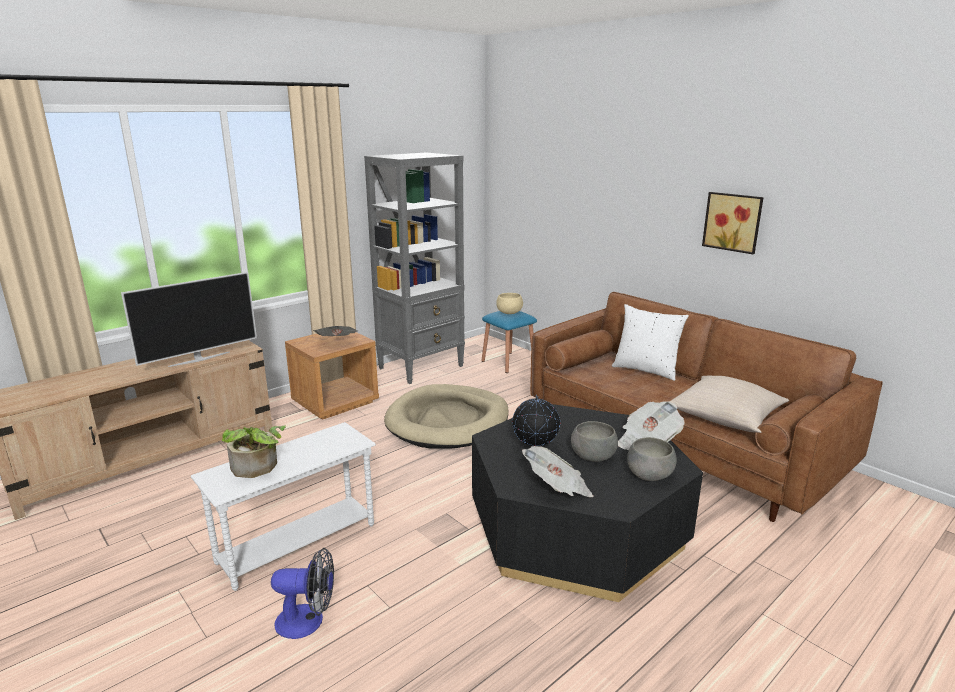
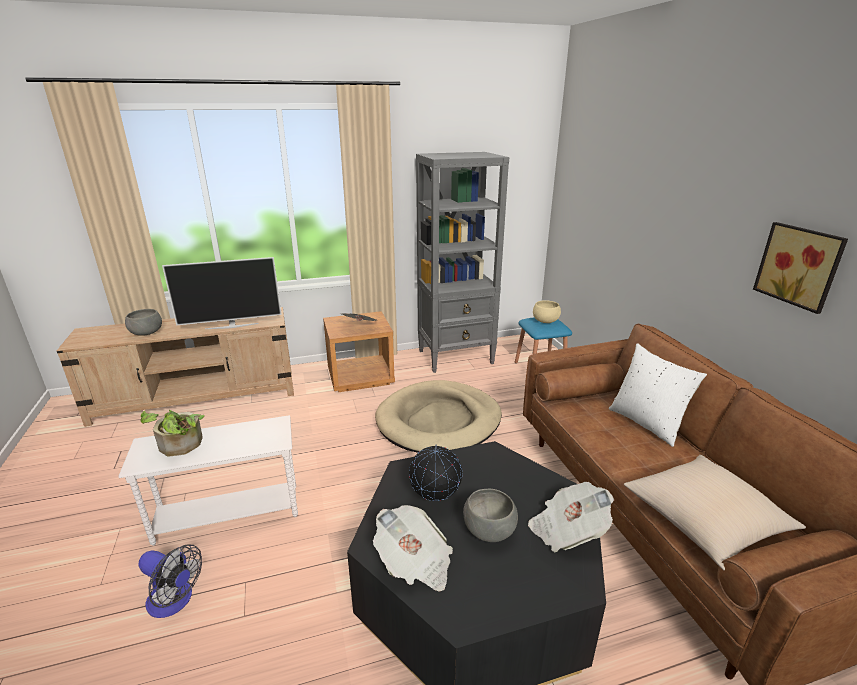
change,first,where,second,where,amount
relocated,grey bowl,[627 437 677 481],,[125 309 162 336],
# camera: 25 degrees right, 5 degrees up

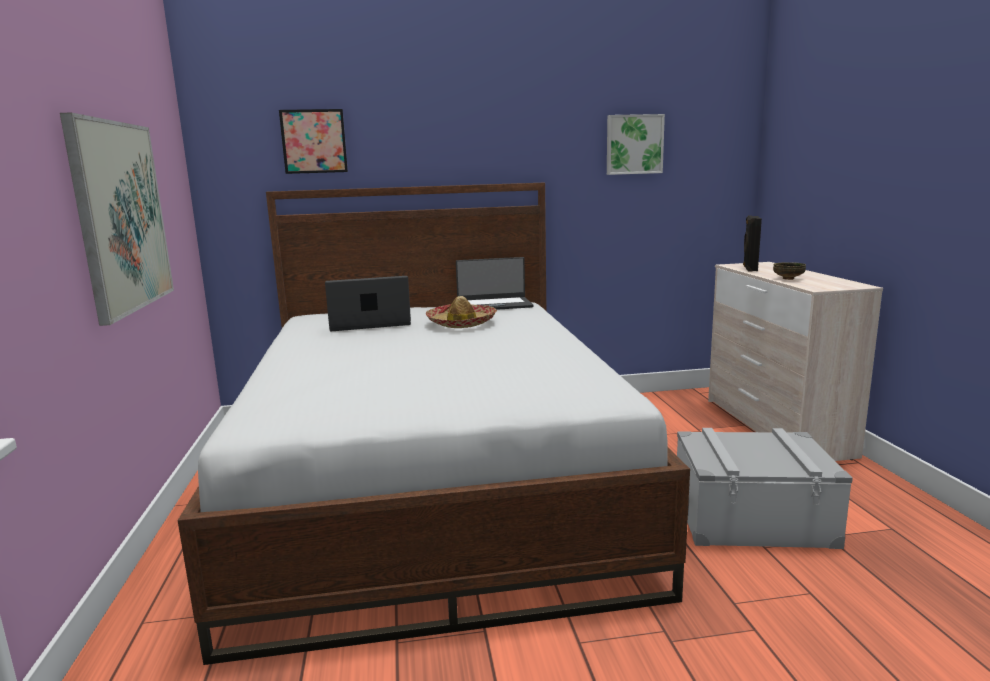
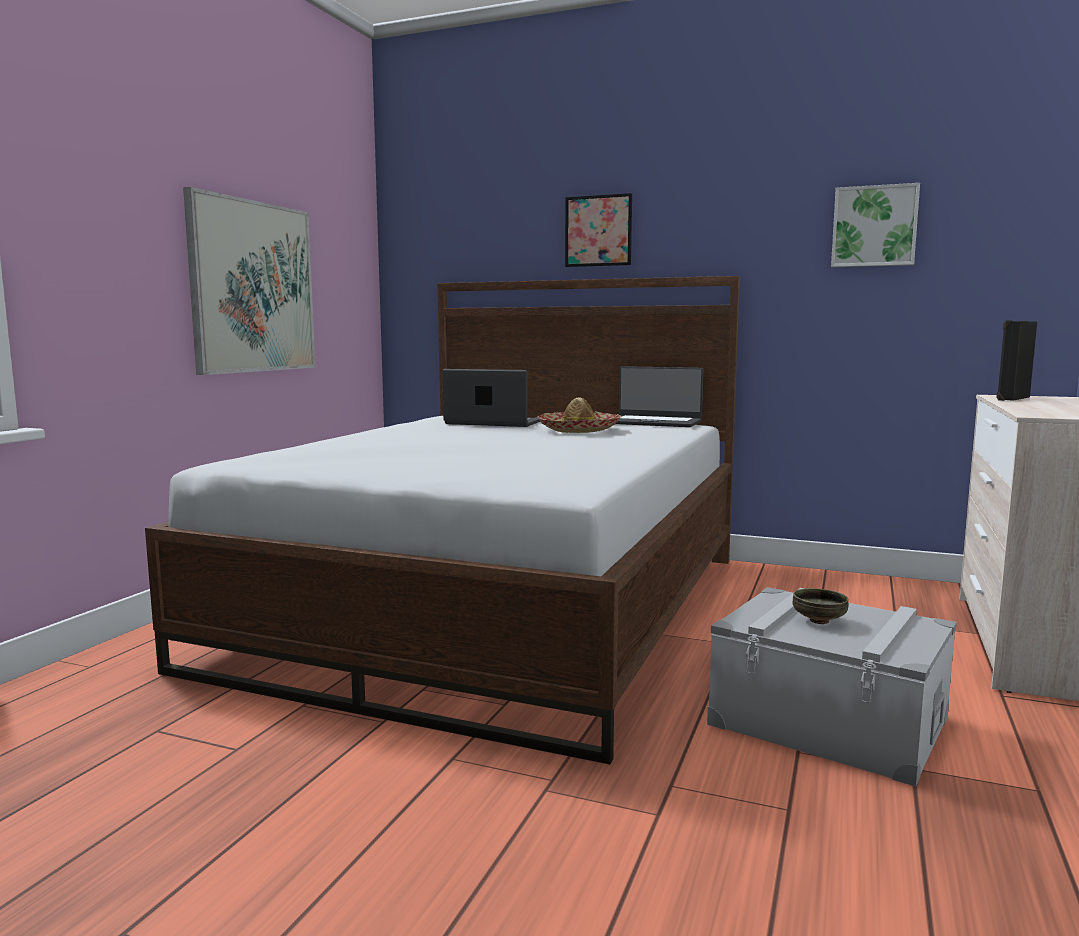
change,first,where,second,where,amount
relocated,picture,[279 109 348 174],,[565 193 632 267],
relocated,bowl,[773 262 806 280],,[793 588 849 624],
# camera: 30 degrees right, 5 degrees down

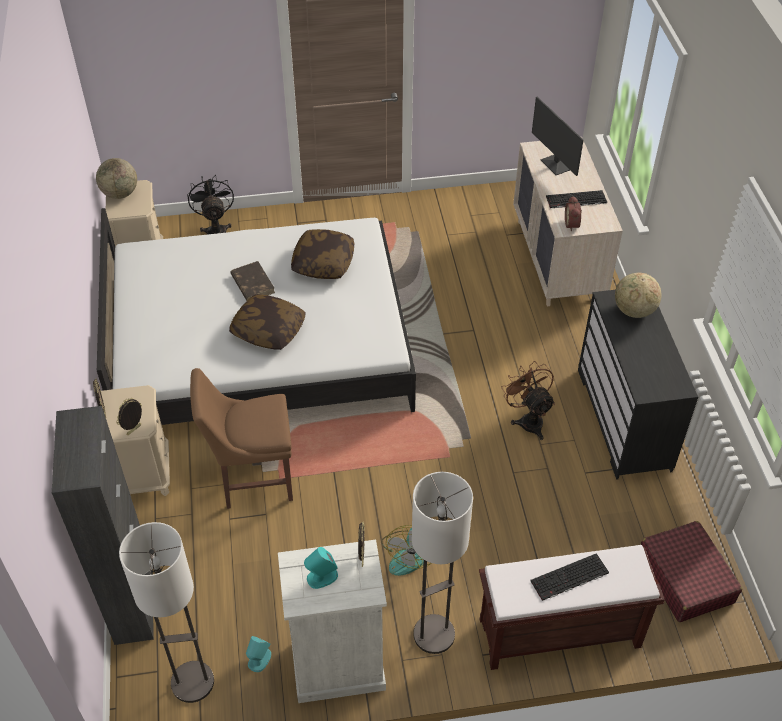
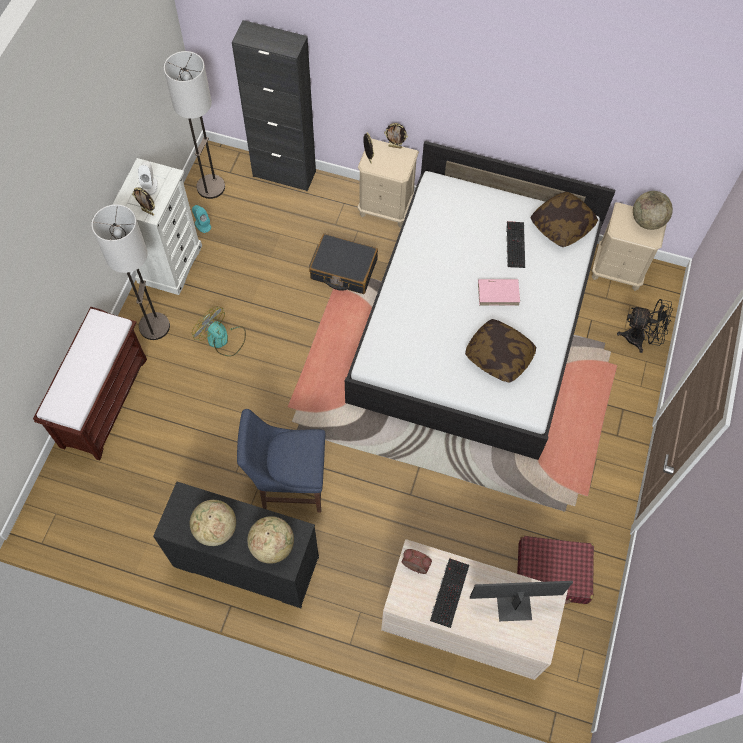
change,first,where,second,where,amount
colour,brown book,[230 261 275 301],pink book,[478 279 520 305],
relocated,pillow,[229 294 305 350],,[530 192 598 247],
exchanged,brown fan,[501 361 555 440],blue chair,[237 409 326 512],
exchanged,brown chair,[190 368 293 509],black suitcase,[309 234 378 294],
relocated,red suitcase,[641 521 742 622],,[517 536 594 604],
colour,turquoise speaker,[304 547 338 589],white speaker,[138 161 158 195],
relocated,keyboard,[530 553 609 601],,[506 221 525 268],
appeared,,,globe,[190 500 236 546],
# camera: 115 degrees right, 15 degrees up

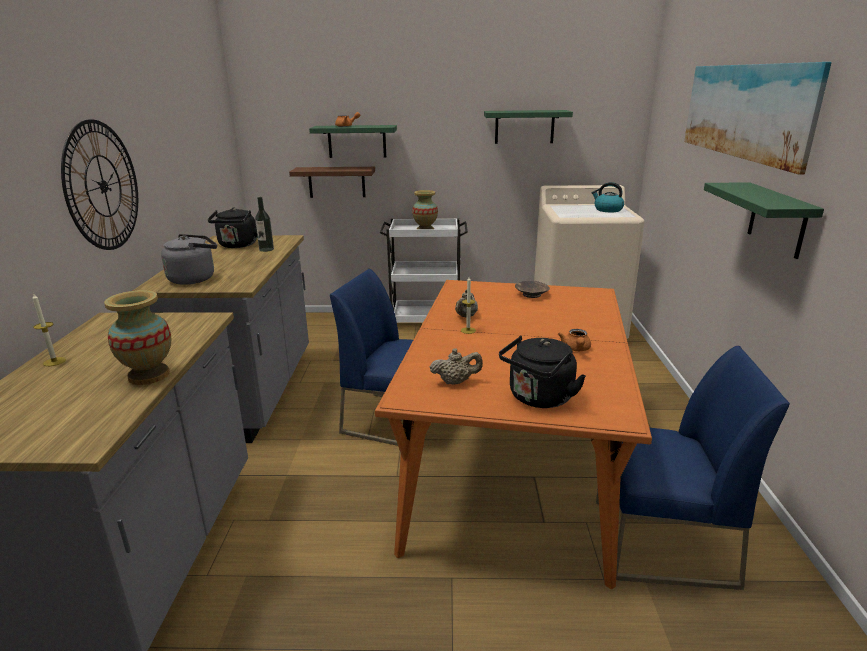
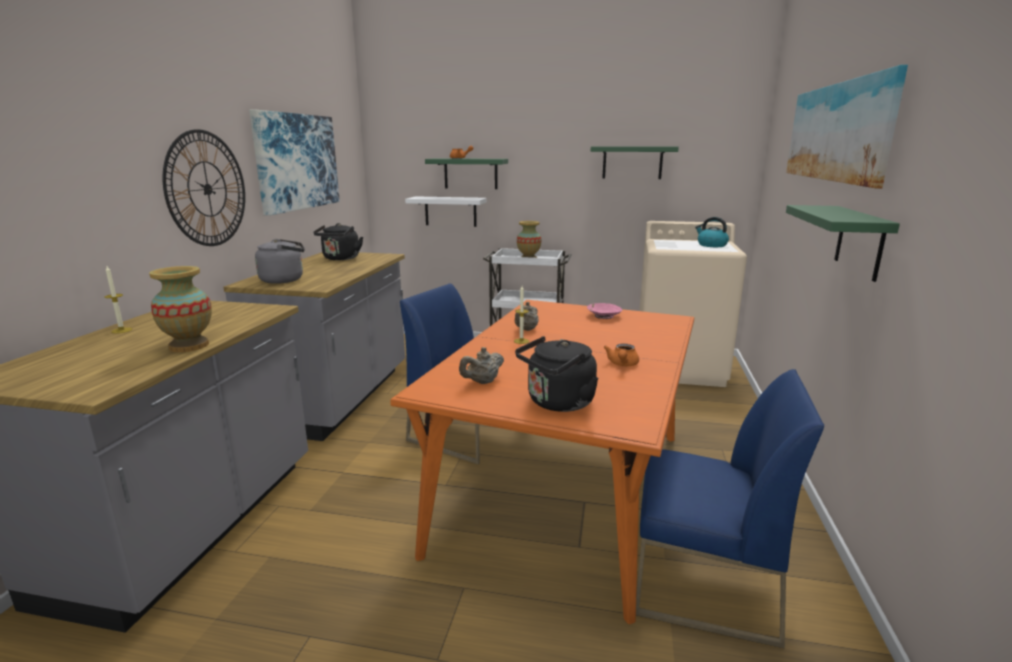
change,first,where,second,where,amount
colour,brown shelf,[289 167 375 198],white shelf,[405 196 487 227],
missing,bottle,[255 197 274 252],,,
colour,brown bowl,[515 281 550 298],pink bowl,[587 303 622 319],
spun,beige teapot,[430 348 483 385],,[459 347 504 384],135 degrees clockwise
appeared,,,picture,[249 110 340 216],
# camera: 10 degrees right, 5 degrees down

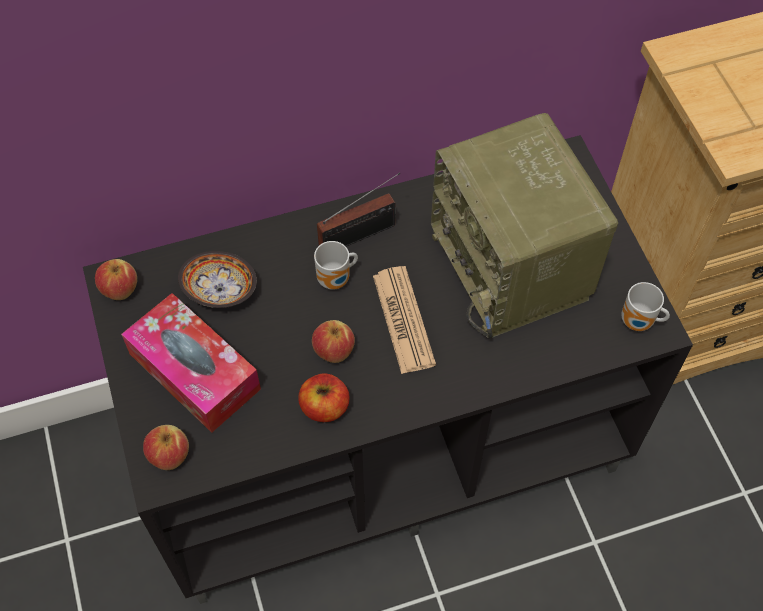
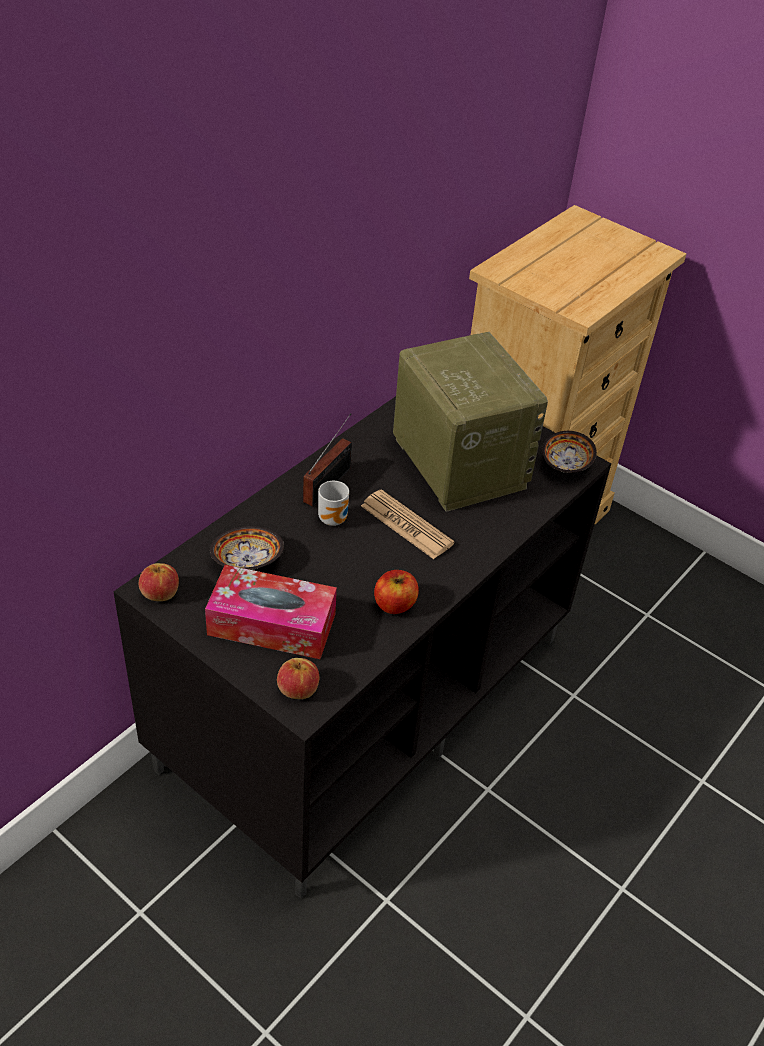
change,first,where,second,where,amount
spun,radio,[431 113 618 339],,[393 332 548 512],150 degrees counterclockwise
exchanged,mug,[621 282 670 331],bowl,[542 431 597 473],
missing,apple,[312 320 355 363],,,
# camera: 35 degrees left, 15 degrees down

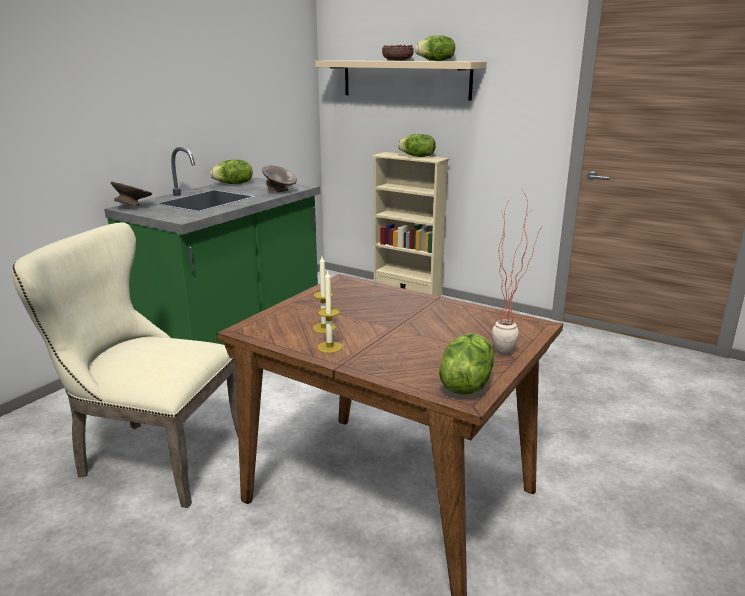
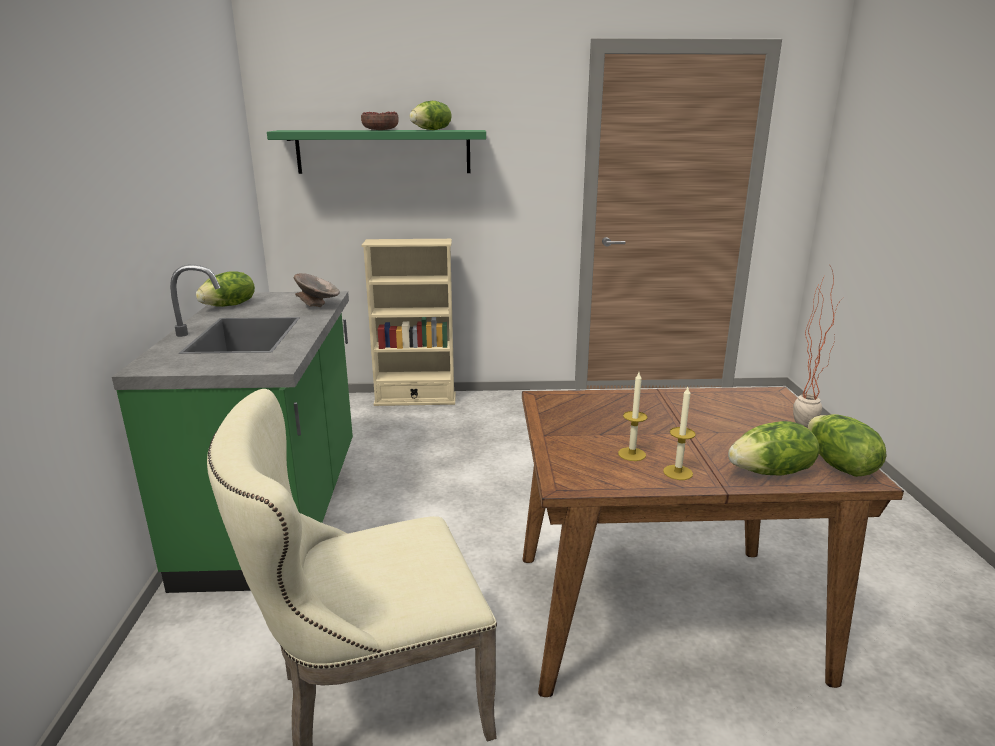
change,first,where,second,where,amount
colour,beige shelf,[315 60 487 100],green shelf,[267 130 486 174],
relocated,lettuce,[398 134 436 157],,[728 421 819 476],
missing,grey bowl,[111 181 152 207],,,
# camera: 35 degrees left, 0 degrees up

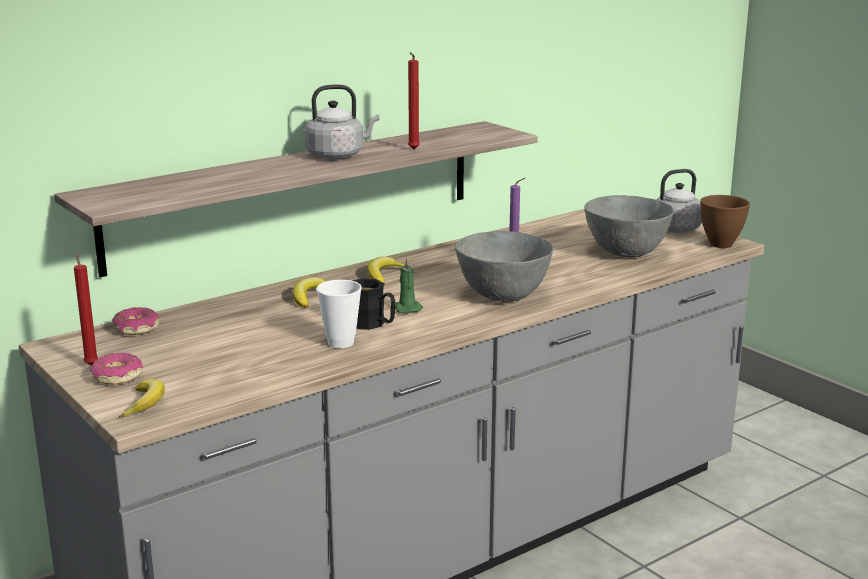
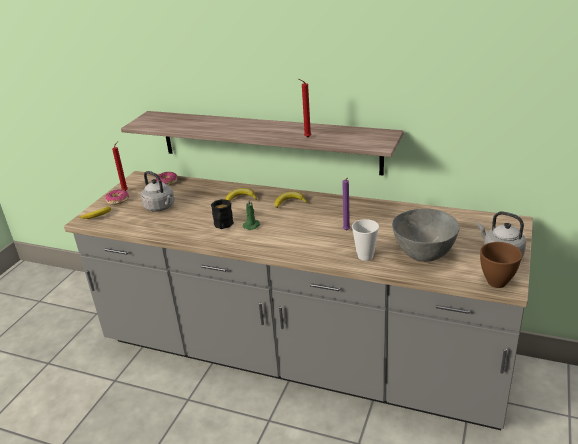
change,first,where,second,where,amount
relocated,grey kettle,[305 85 380 159],,[141 171 174 212],
missing,grey bowl,[455 231 553 302],,,
relocated,cup,[316 280 362 348],,[352 219 379 261],
# camera: 60 degrees right, 10 degrees up

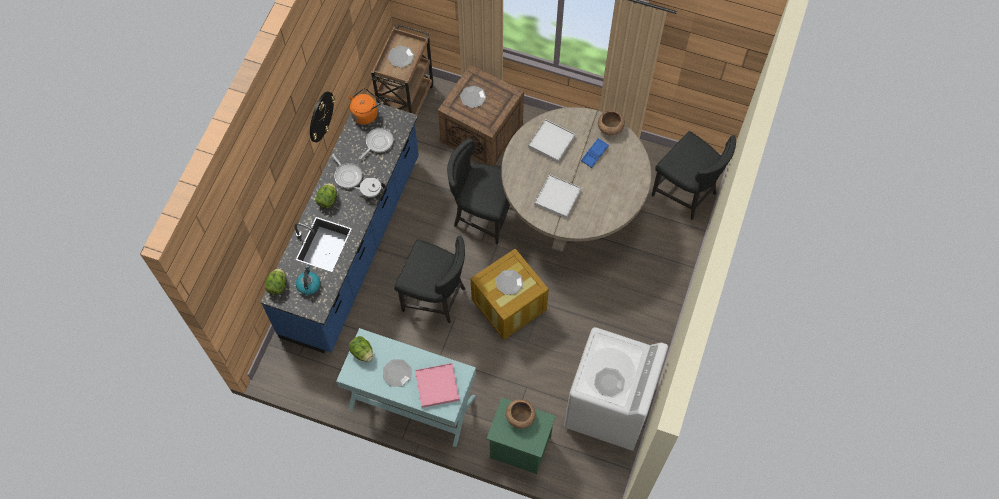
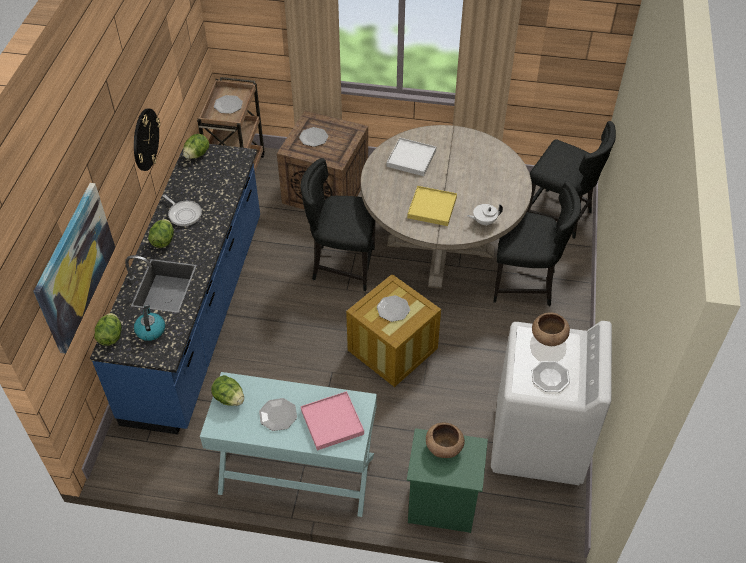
change,first,where,second,where,amount
exchanged,orange kettle,[349 88 382 125],lettuce,[183 134 209 159],
relocated,brown bowl,[598 110 625 135],,[532 312 570 346],
missing,frying pan,[359 128 393 159],,,
missing,blue tray,[581 138 609 168],,,
colour,white tray,[534 174 582 219],yellow tray,[407 186 457 226],
relocated,white teapot,[354 178 385 198],,[467 204 503 226],
relocated,black chair,[394 236 465 323],,[493 181 581 306],
appeared,,,picture,[33 183 115 354],
# camera: 10 degrees left, 15 degrees down

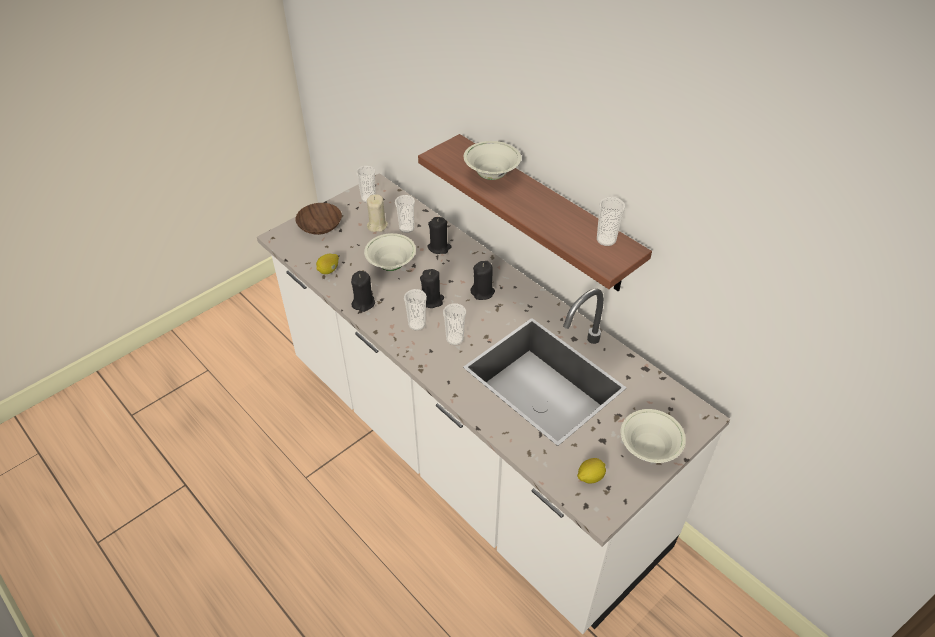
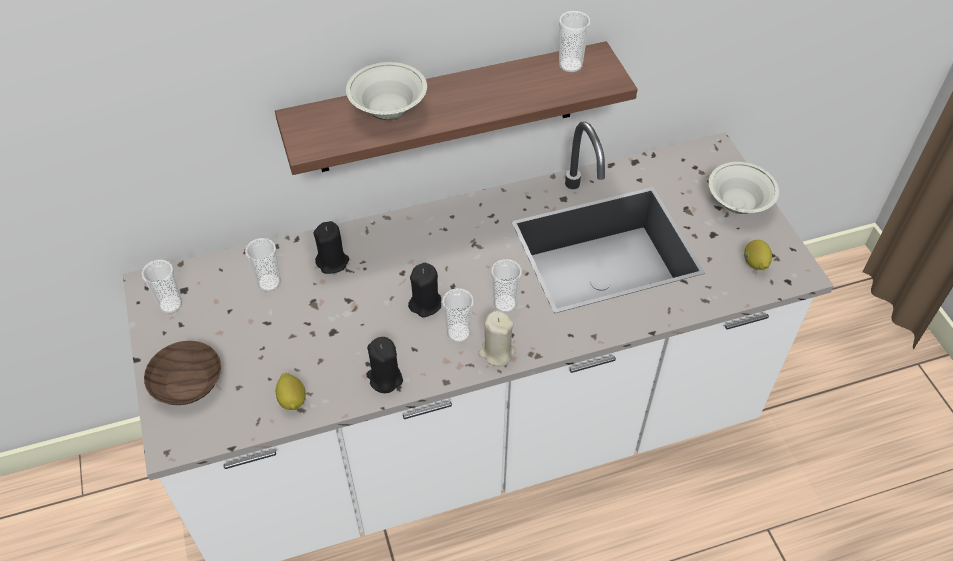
change,first,where,second,where,amount
relocated,beige candle,[367 194 388 232],,[478 310 516 366],
missing,white bowl,[364 233 416 271],,,
missing,black candle,[471 261 495 300],,,
# camera: 65 degrees left, 5 degrees up

